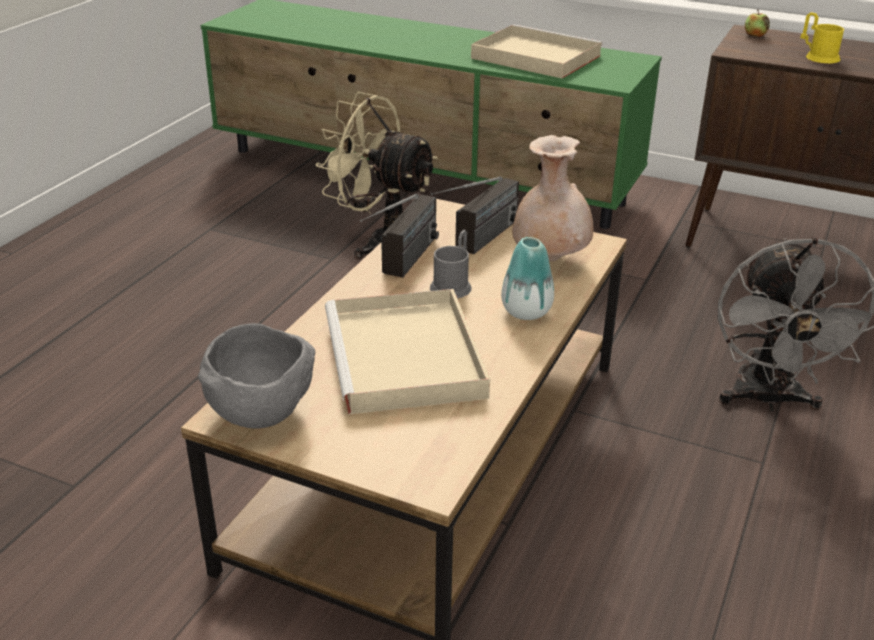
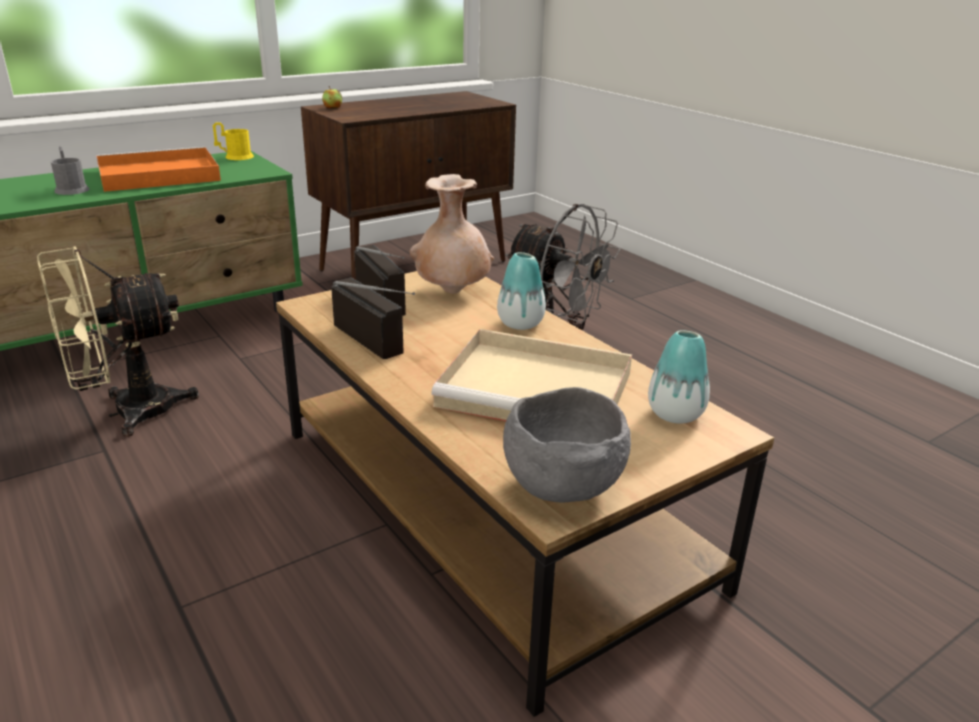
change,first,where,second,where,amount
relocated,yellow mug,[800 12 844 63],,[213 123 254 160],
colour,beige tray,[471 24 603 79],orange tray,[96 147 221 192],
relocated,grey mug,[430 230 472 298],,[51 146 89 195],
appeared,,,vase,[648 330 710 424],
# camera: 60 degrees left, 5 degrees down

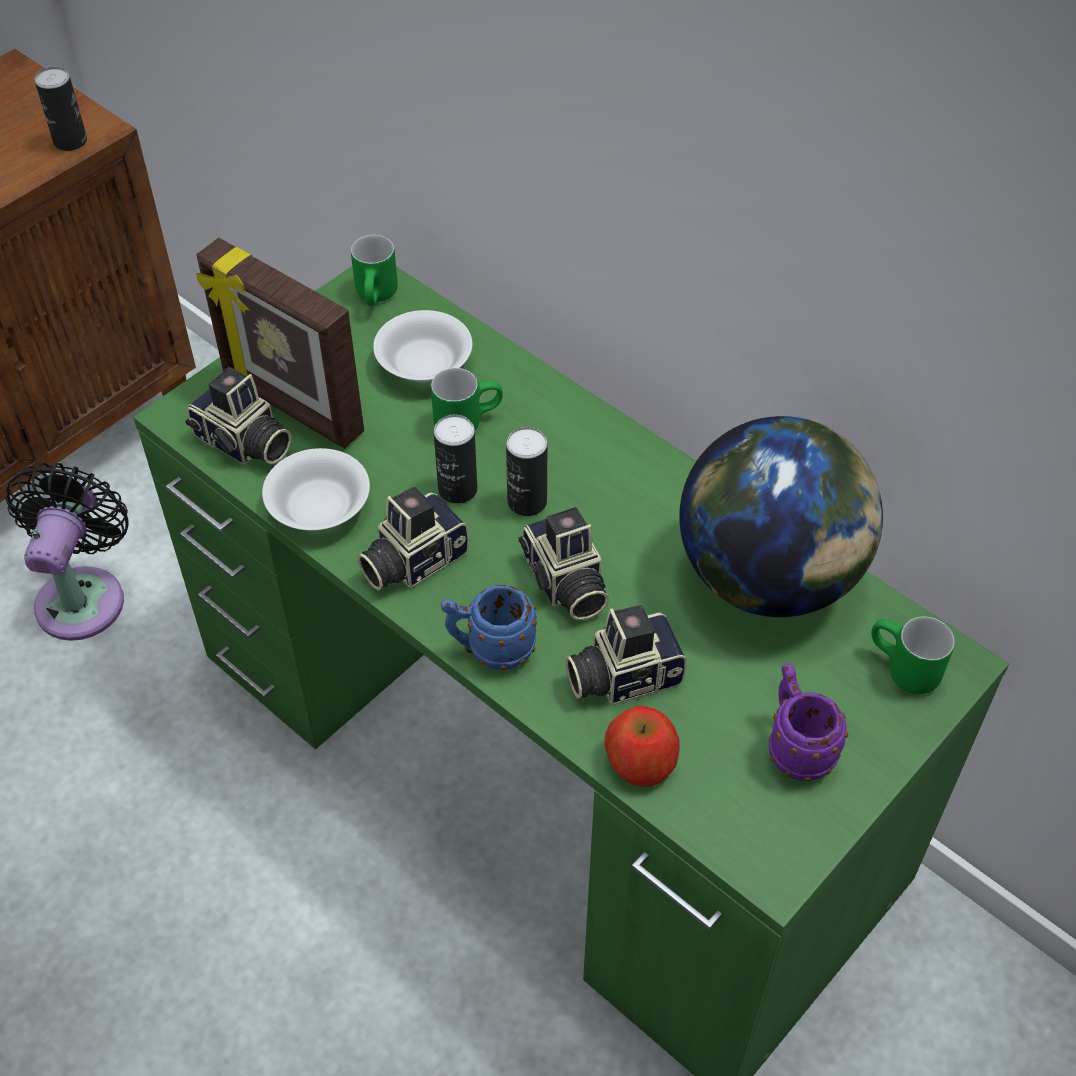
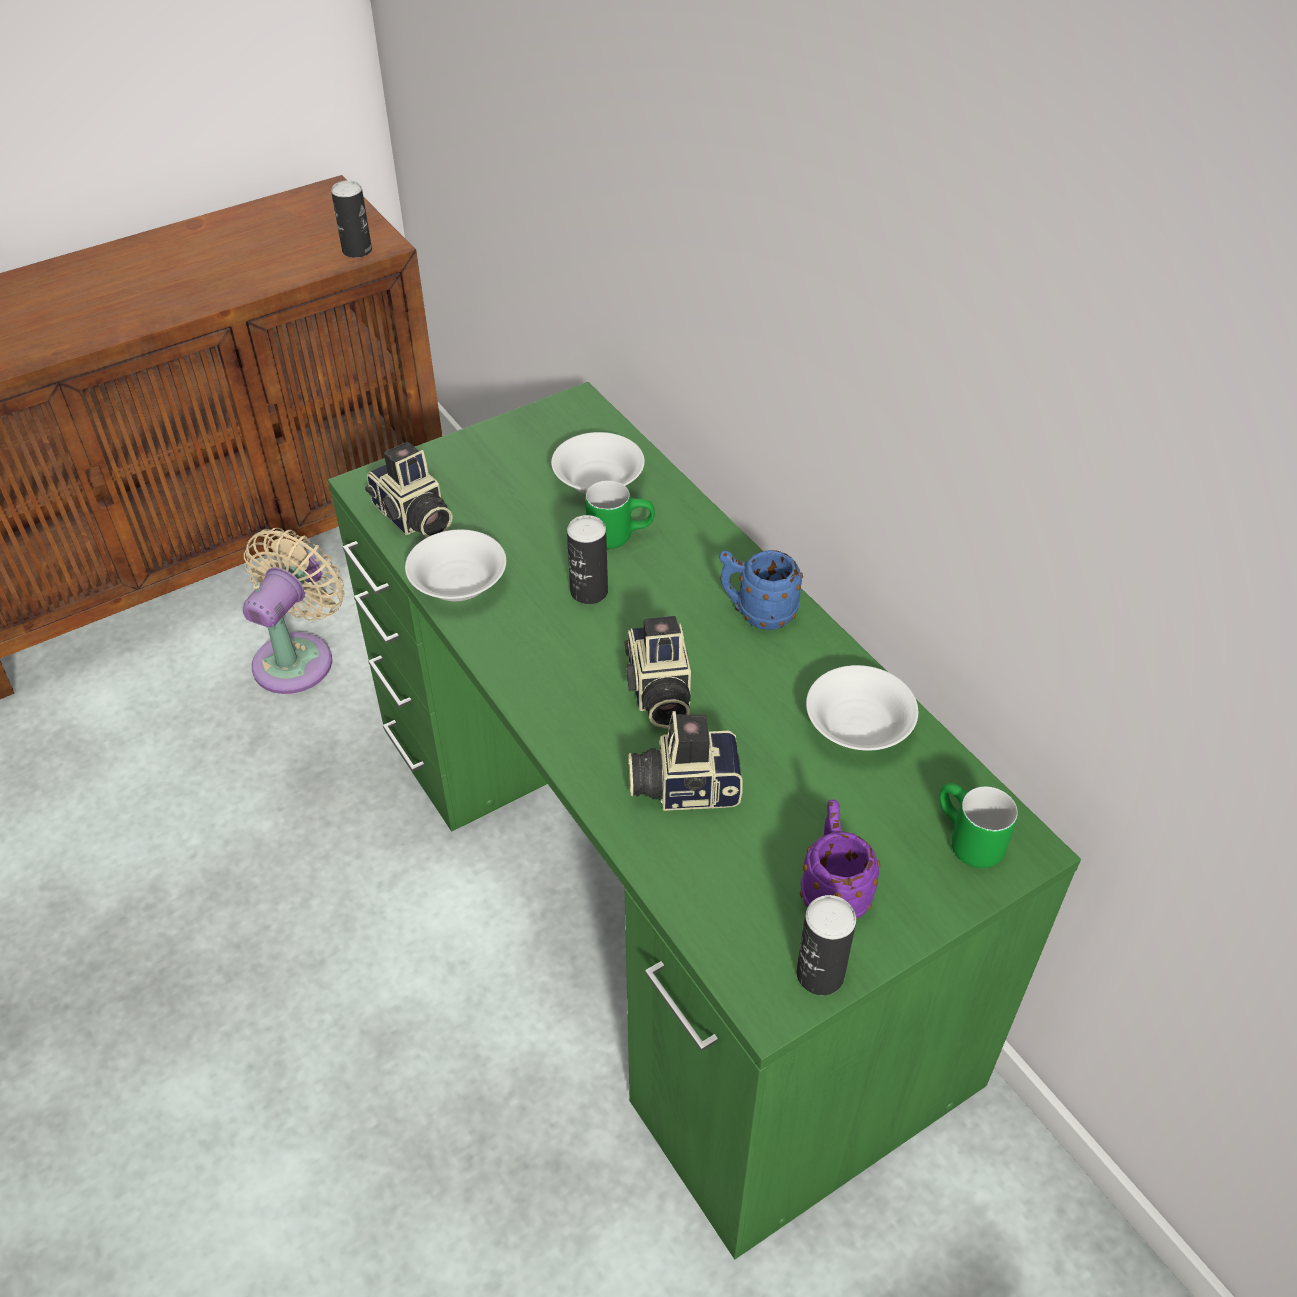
change,first,where,second,where,amount
missing,green mug,[351 235 398 306],,,
missing,picture frame,[196 238 364 449],,,
exchanged,globe,[679 416 883 617],white bowl,[806 665 918 751],
relocated,can,[506 427 548 516],,[796 895 856 995],
colour,black fan,[6 463 129 641],beige fan,[243 528 345 694],
missing,photo camera,[357 487 469 590],,,
relocated,blue mug,[441 585 537 670],,[719 550 803 630],
missing,apple,[605 706 680 786],,,
# camera: 15 degrees right, 5 degrees down

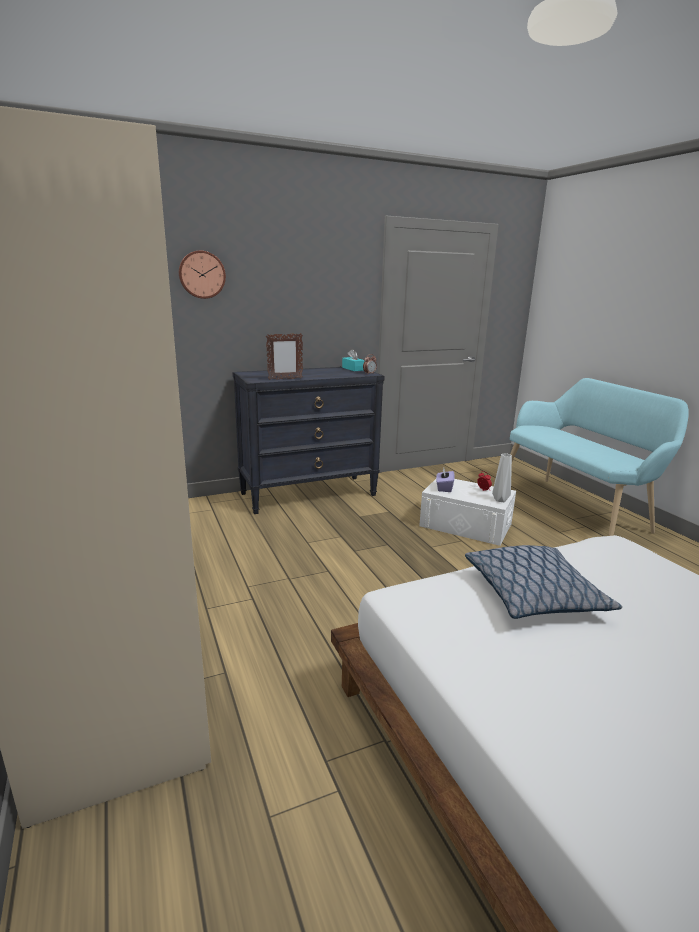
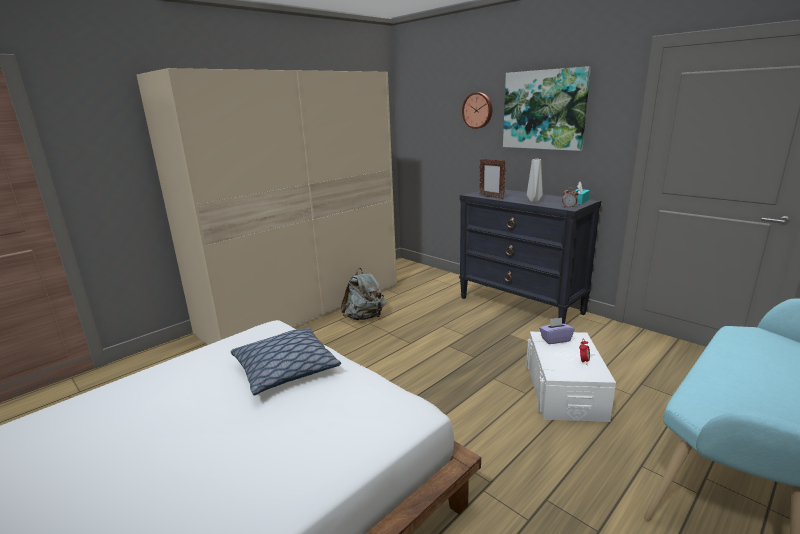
change,first,where,second,where,amount
relocated,grey vase,[492 453 512 502],,[527 159 543 202],
appeared,,,picture,[503 66 591 151],
appeared,,,grey backpack,[341 268 386 320],
# camera: 70 degrees right, 0 degrees up

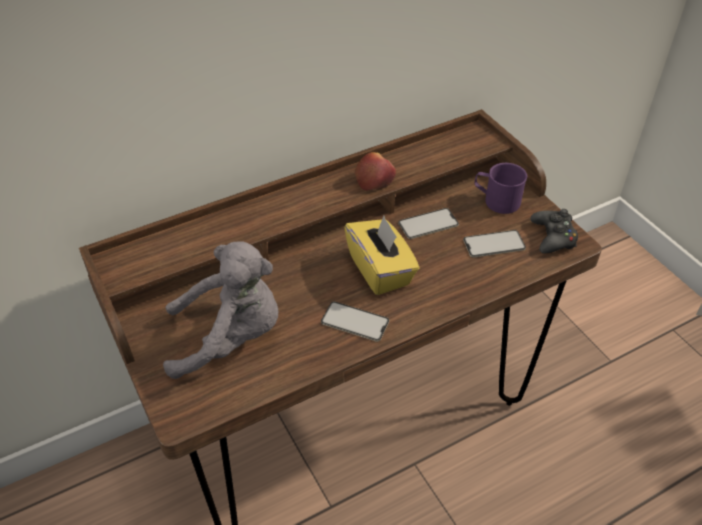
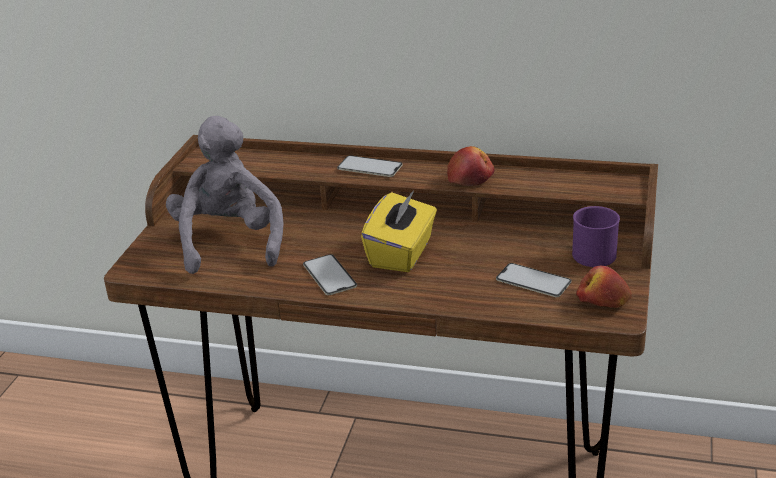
change,first,where,second,where,amount
relocated,phone,[398 208 459 239],,[337 155 403 177],
exchanged,black game controller,[530 209 578 254],apple,[576 266 632 308],
spun,grey plush toy,[163 241 278 379],,[166 116 284 274],135 degrees counterclockwise
# camera: 45 degrees right, 15 degrees down

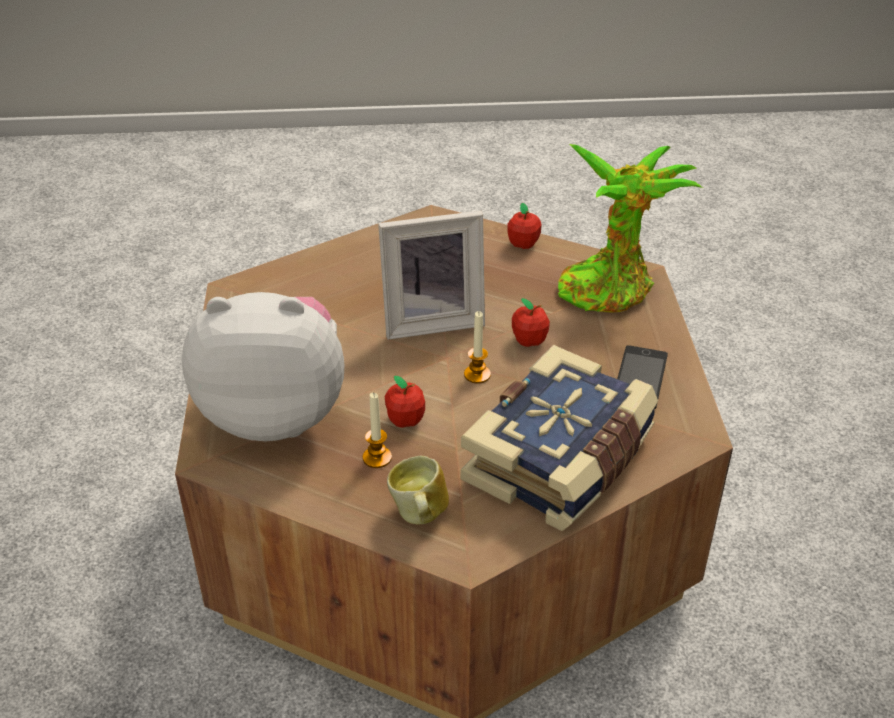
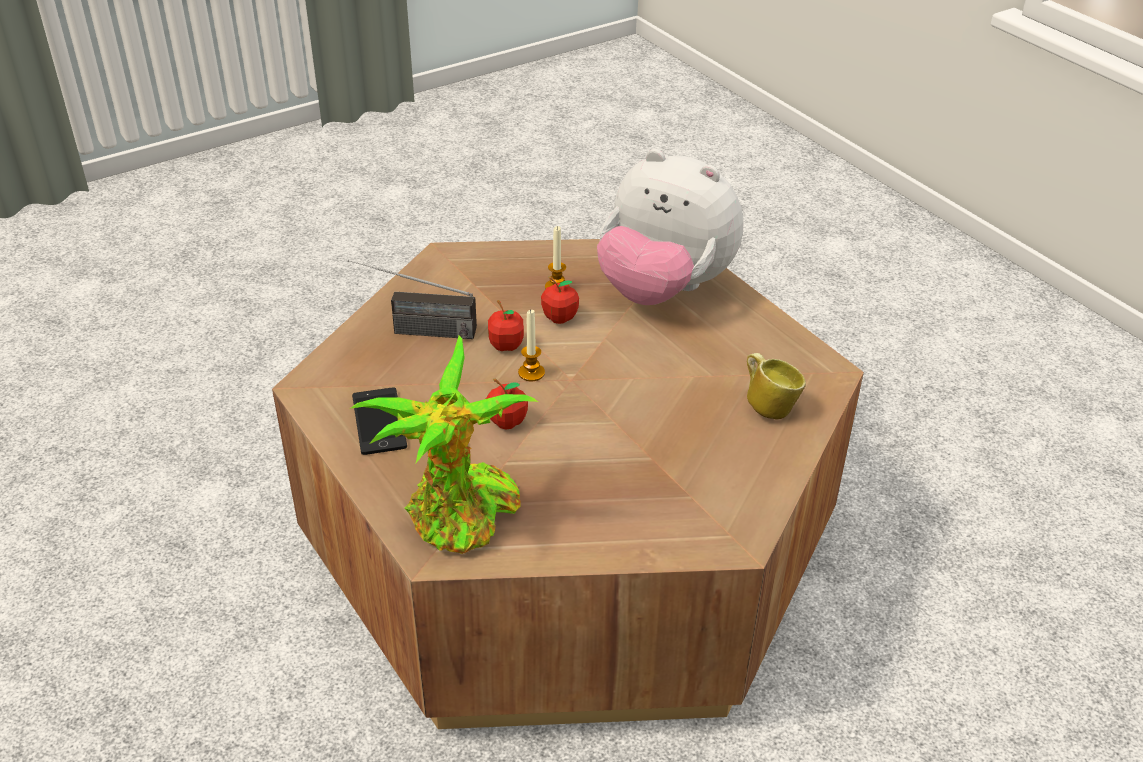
change,first,where,second,where,amount
relocated,apple,[507 203 542 249],,[488 300 524 351],
missing,picture frame,[378 211 485 340],,,
spun,plush toy,[182 292 344 441],,[597 149 743 305],60 degrees clockwise
exchanged,book,[461 345 658 531],radio,[348 260 477 339],
relocated,mug,[387 456 449 524],,[747 353 806 420],
# camera: 150 degrees right, 0 degrees up

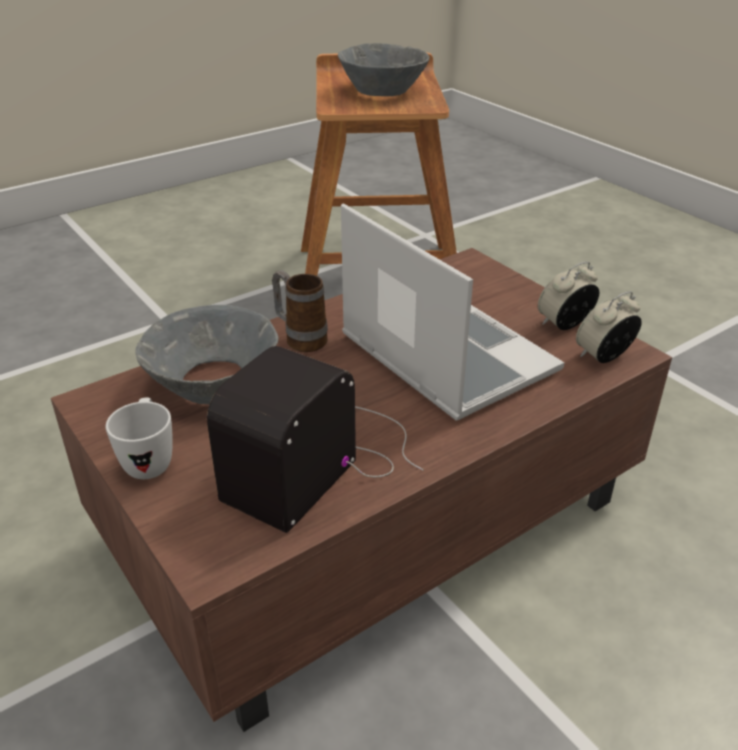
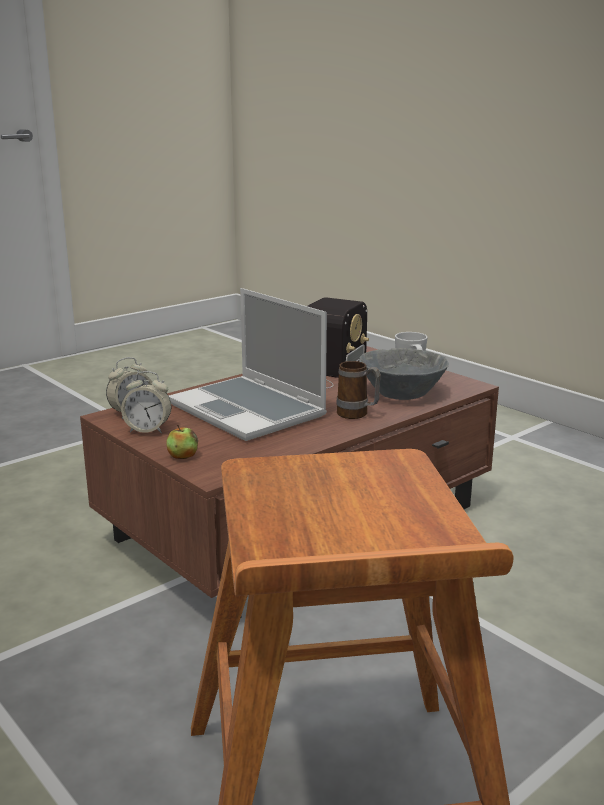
change,first,where,second,where,amount
missing,grey bowl,[338 43 430 96],,,
spun,alarm clock,[538 262 599 330],,[121 371 171 433],45 degrees clockwise
appeared,,,apple,[166 425 198 459],
# camera: 175 degrees right, 15 degrees down

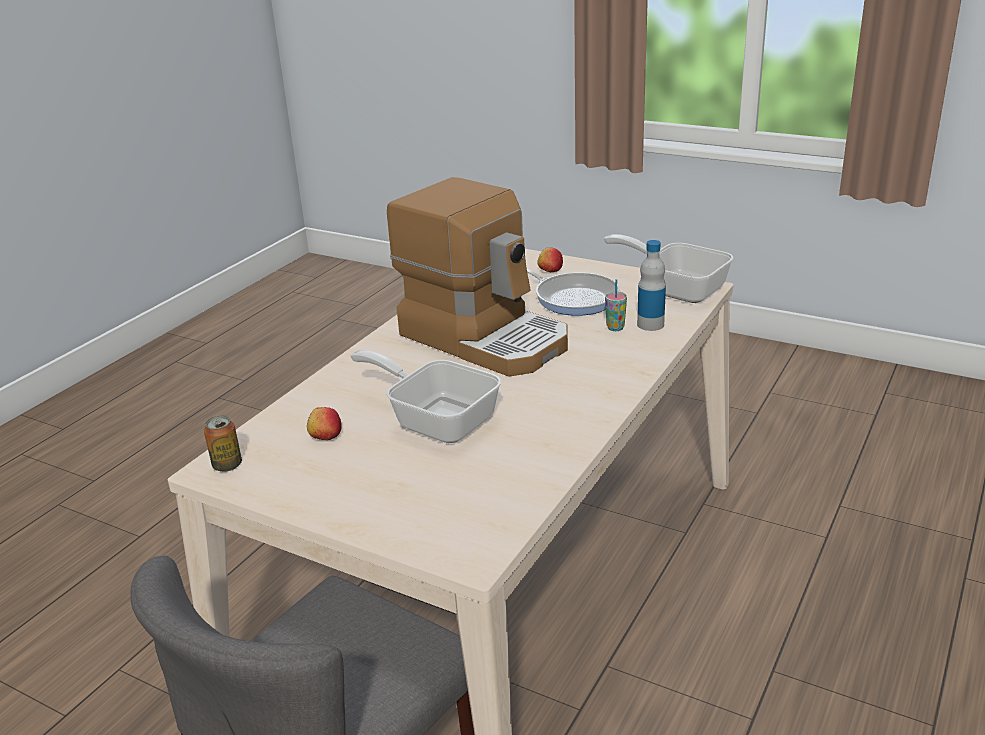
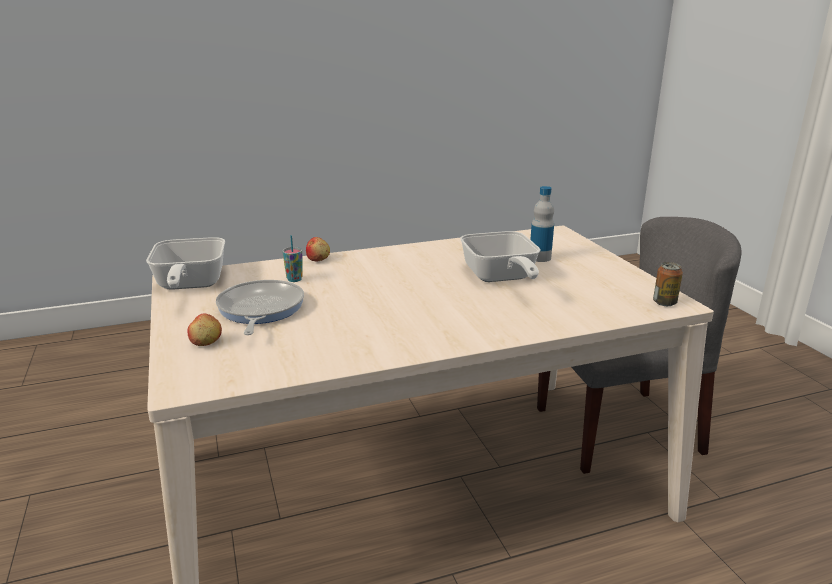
change,first,where,second,where,amount
missing,coffee machine,[387 177 568 377],,,
relocated,bottle,[637 240 666 331],,[530 186 554 262],
relocated,apple,[307 407 342 440],,[306 237 330 261],
# camera: 140 degrees left, 5 degrees down

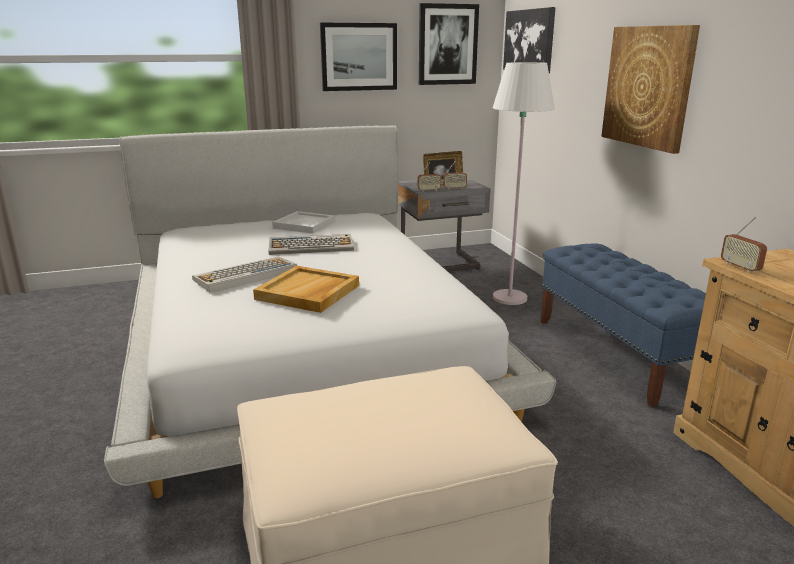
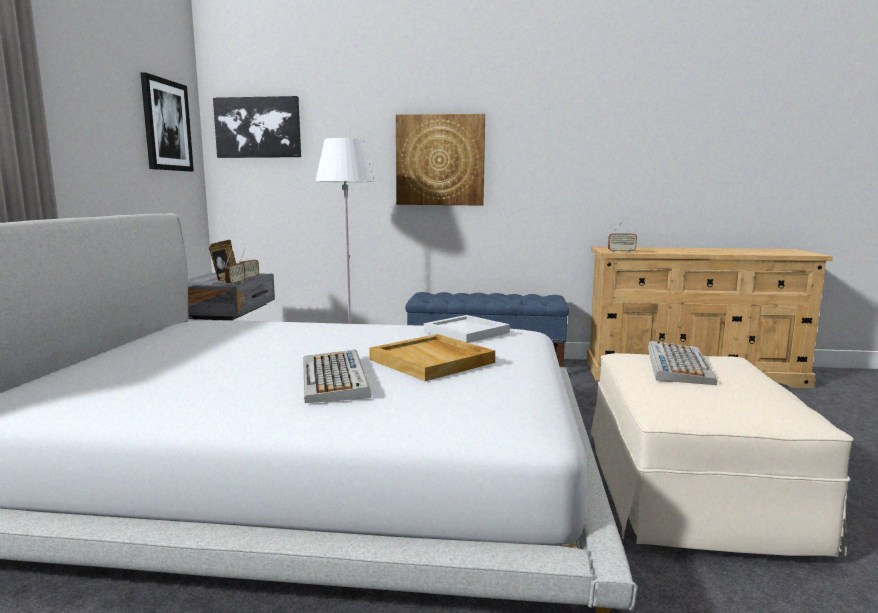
change,first,where,second,where,amount
missing,picture,[320 23 397 91],,,
relocated,white tray,[272 211 335 234],,[424 315 510 343],
relocated,keyboard,[268 234 354 255],,[648 341 718 385],
# camera: 65 degrees left, 10 degrees down

